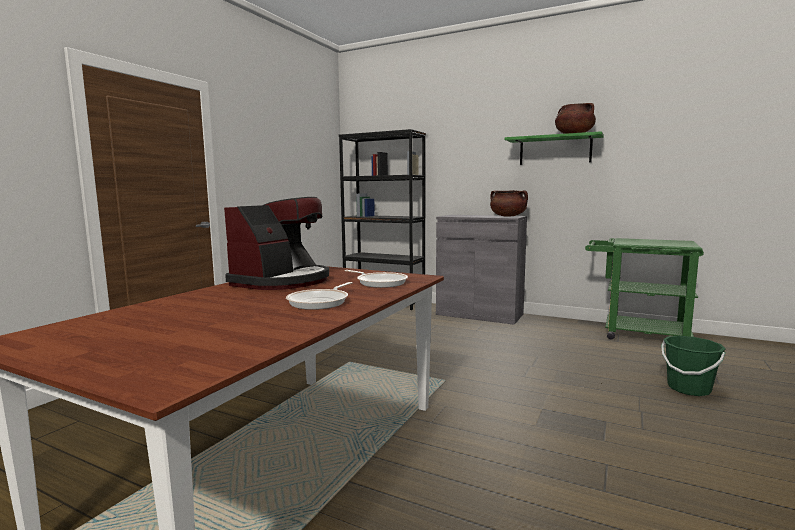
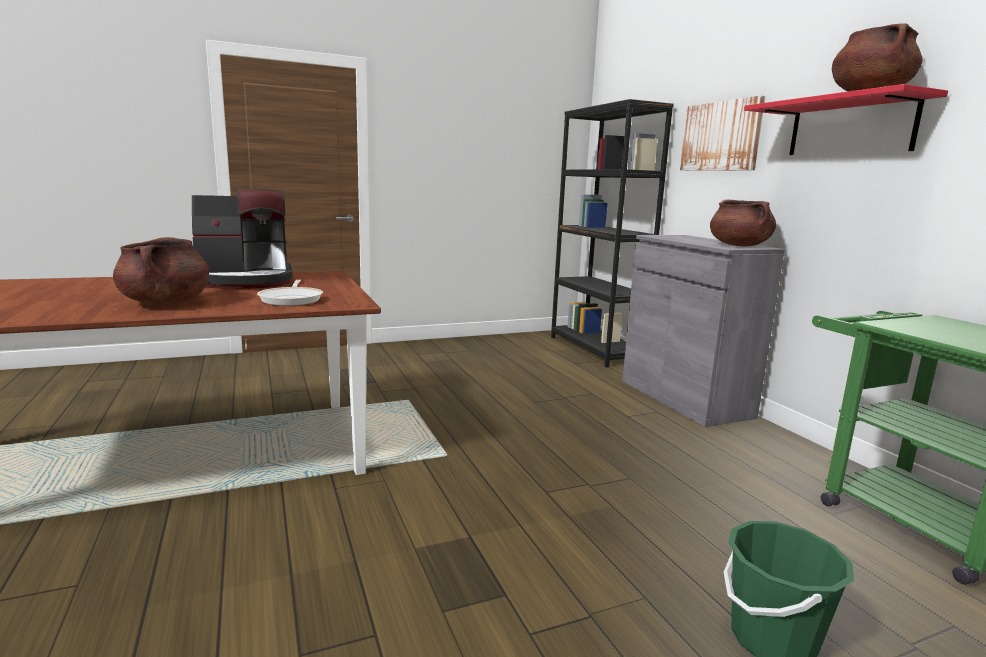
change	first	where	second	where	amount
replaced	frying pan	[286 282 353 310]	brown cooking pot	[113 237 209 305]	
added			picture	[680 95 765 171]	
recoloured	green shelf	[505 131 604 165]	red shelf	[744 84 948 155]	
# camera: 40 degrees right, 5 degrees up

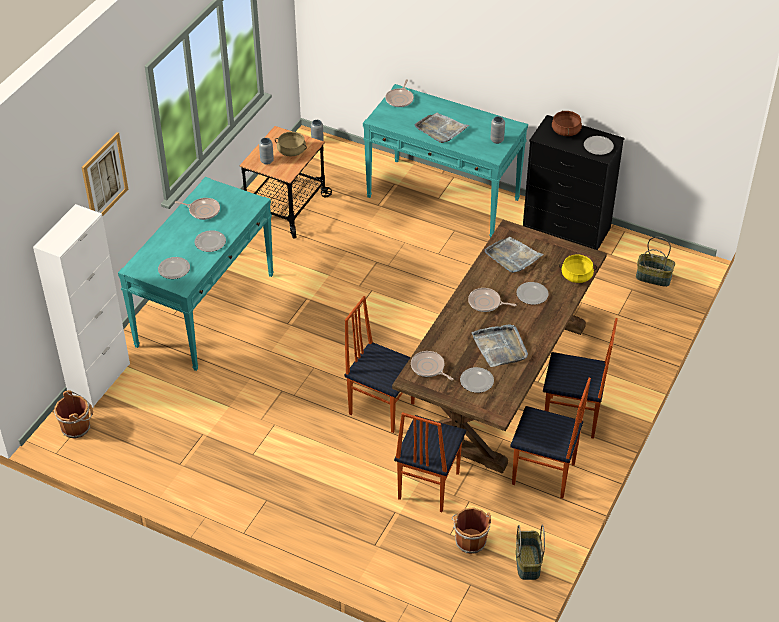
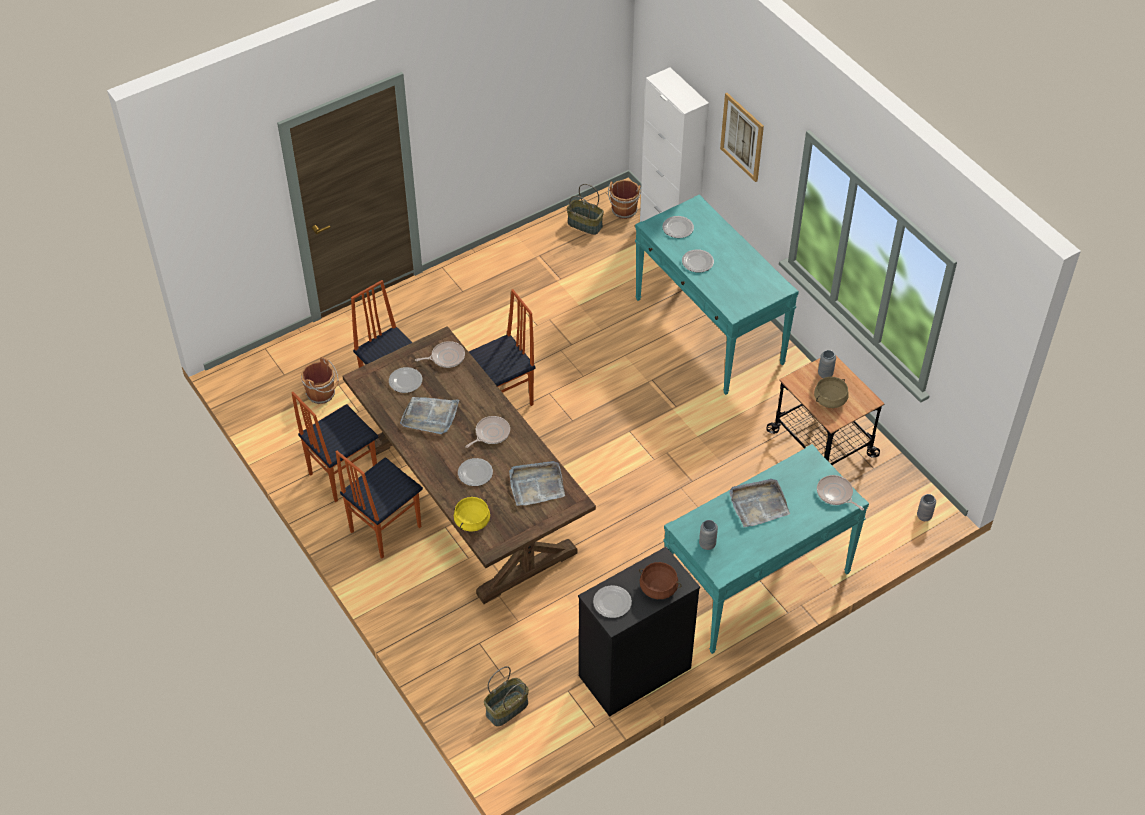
change	first	where	second	where	amount
moved	basket	[516 525 545 580]		[567 184 604 235]	
removed	frying pan	[175 198 220 220]			
# camera: 120 degrees right, 5 degrees up

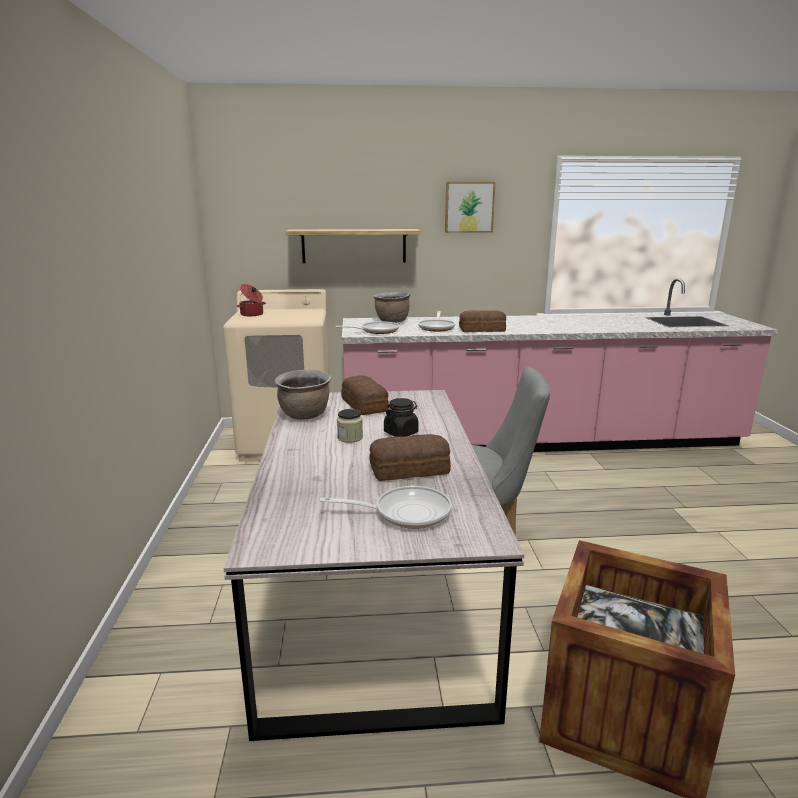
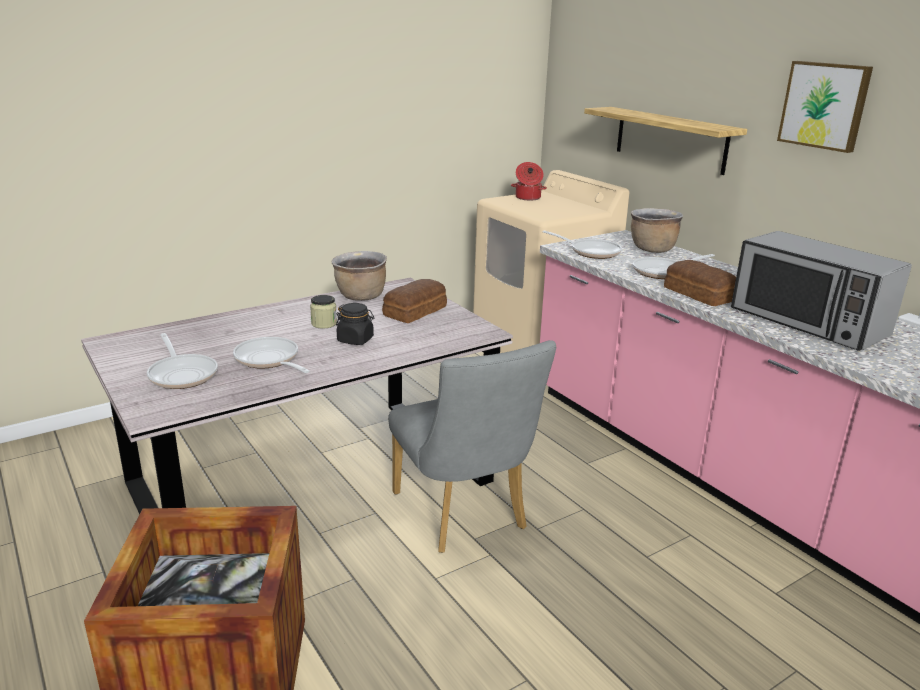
change	first	where	second	where	amount
replaced	bread	[369 434 451 481]	frying pan	[233 337 310 373]	
added			microwave	[731 231 912 351]	
# camera: 60 degrees right, 5 degrees up

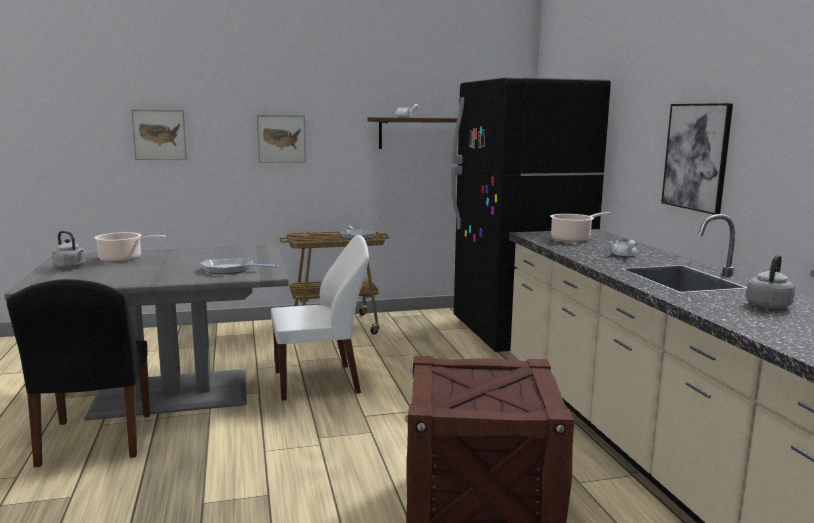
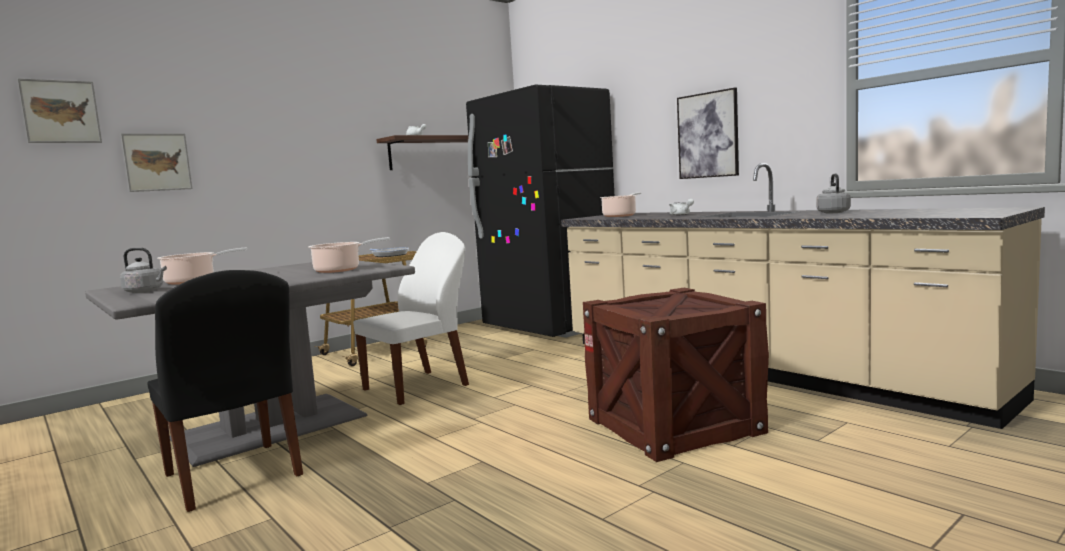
change	first	where	second	where	amount
moved	picture	[257 115 306 163]		[17 78 102 143]	
replaced	frying pan	[200 257 279 274]	cooking pot	[308 237 390 273]	
# camera: 25 degrees left, 5 degrees down

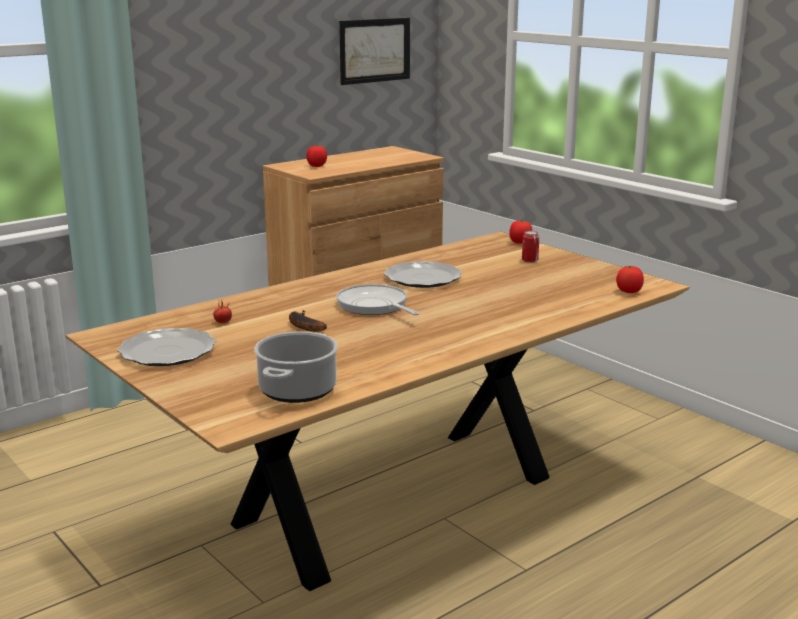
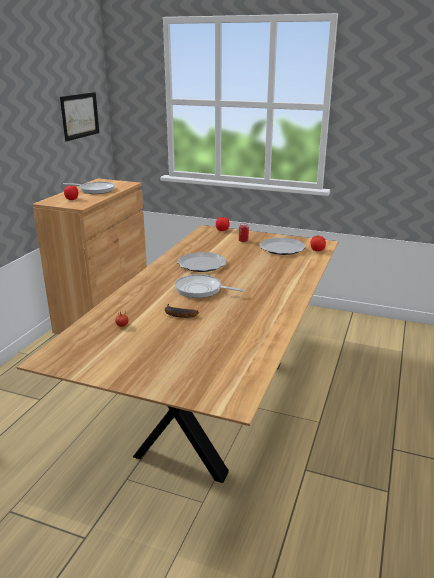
change	first	where	second	where	amount
added			frying pan	[63 182 115 194]	
moved	plate	[117 328 216 366]		[259 238 306 255]	
removed	cooking pot	[254 331 338 403]			
# camera: 30 degrees left, 5 degrees up

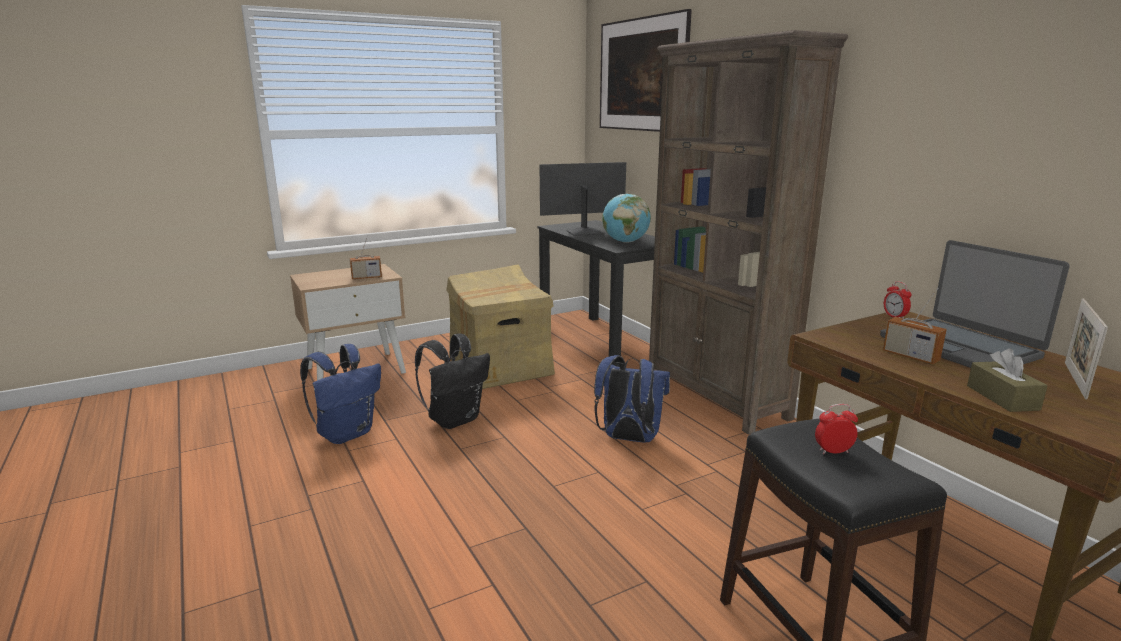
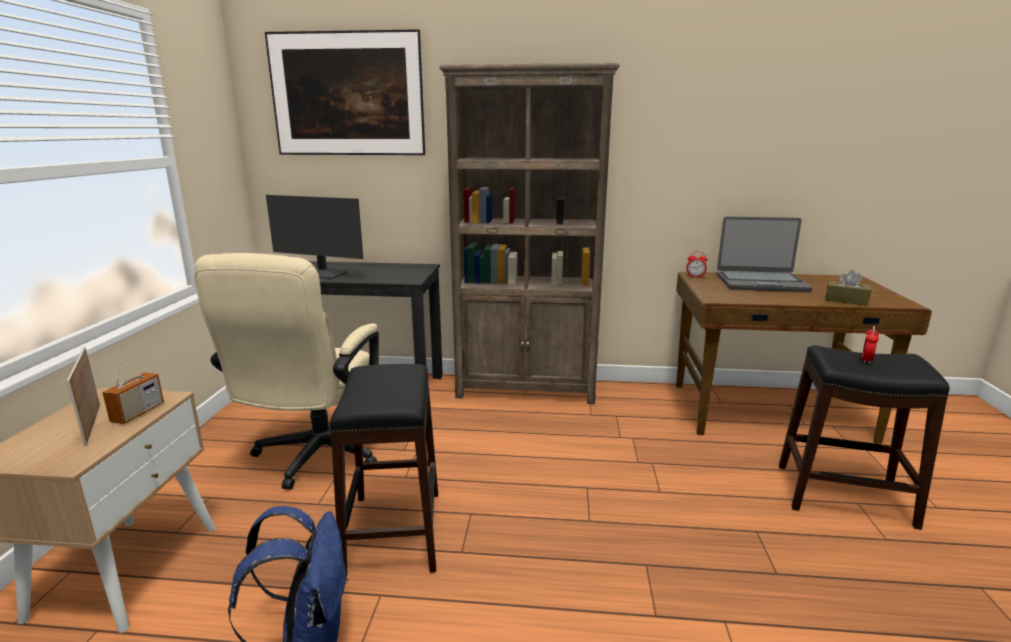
change	first	where	second	where	amount
moved	picture frame	[1065 298 1108 399]		[67 347 100 446]	
replaced	cardboard box	[446 264 555 389]	beige office chair	[194 253 379 490]	
turned	monitor	[540 162 626 236]		[266 195 363 279]	90 degrees counterclockwise
replaced	black backpack	[415 333 490 429]	black stool	[330 364 438 577]	
removed	blue backpack	[594 355 670 443]			
removed	globe	[602 194 651 243]			
removed	radio	[883 288 947 364]			
# camera: 55 degrees left, 0 degrees up

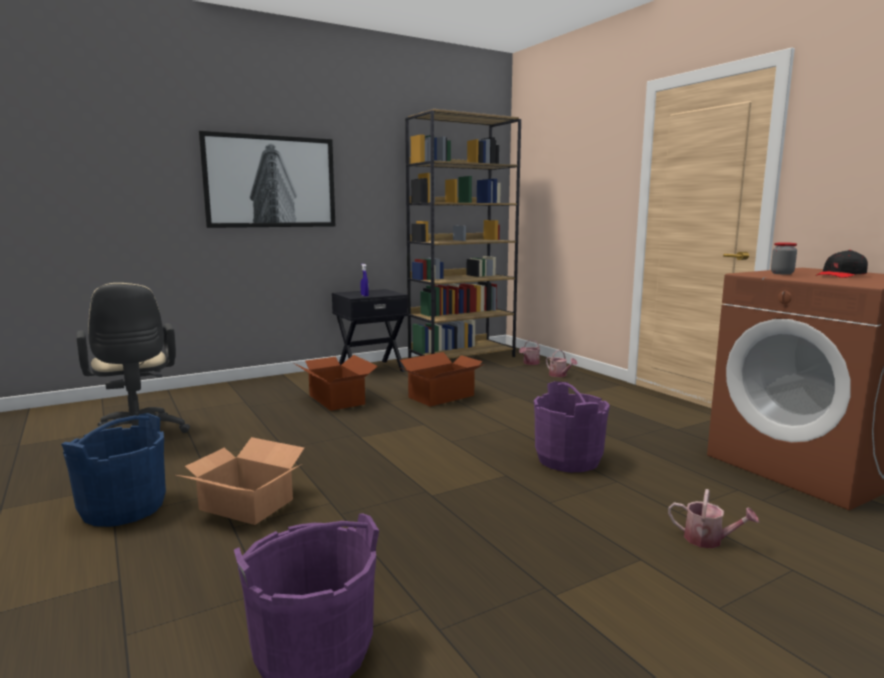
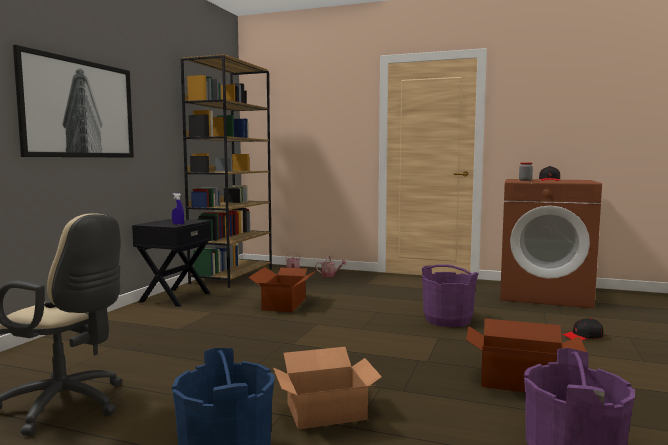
change	first	where	second	where	amount
moved	cardboard box	[294 355 378 411]		[466 319 587 392]	
replaced	watering can	[668 489 759 548]	black cap	[562 318 603 340]	
# camera: 40 degrees left, 5 degrees down

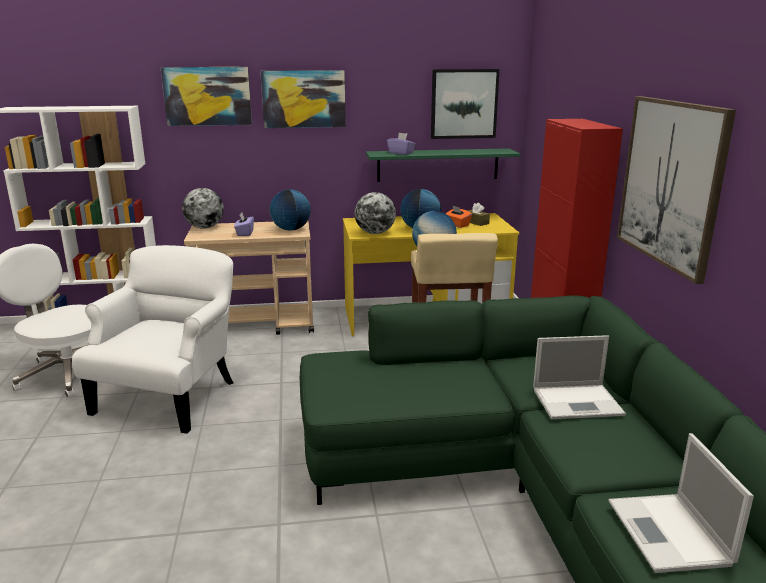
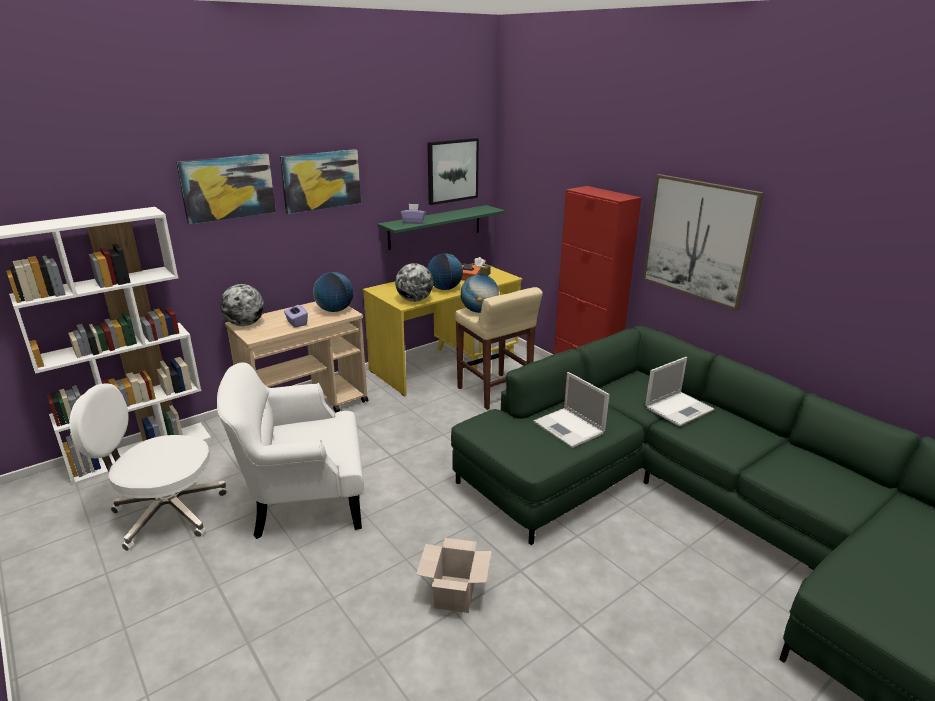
change	first	where	second	where	amount
turned	white armchair	[72 245 233 434]		[217 362 364 539]	90 degrees counterclockwise
added			cardboard box	[416 538 492 613]	
moved	laptop	[609 433 754 573]		[533 372 610 448]	
# camera: 30 degrees left, 5 degrees up

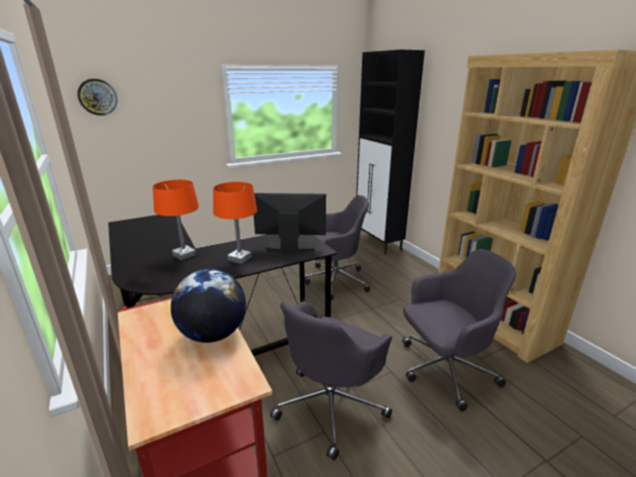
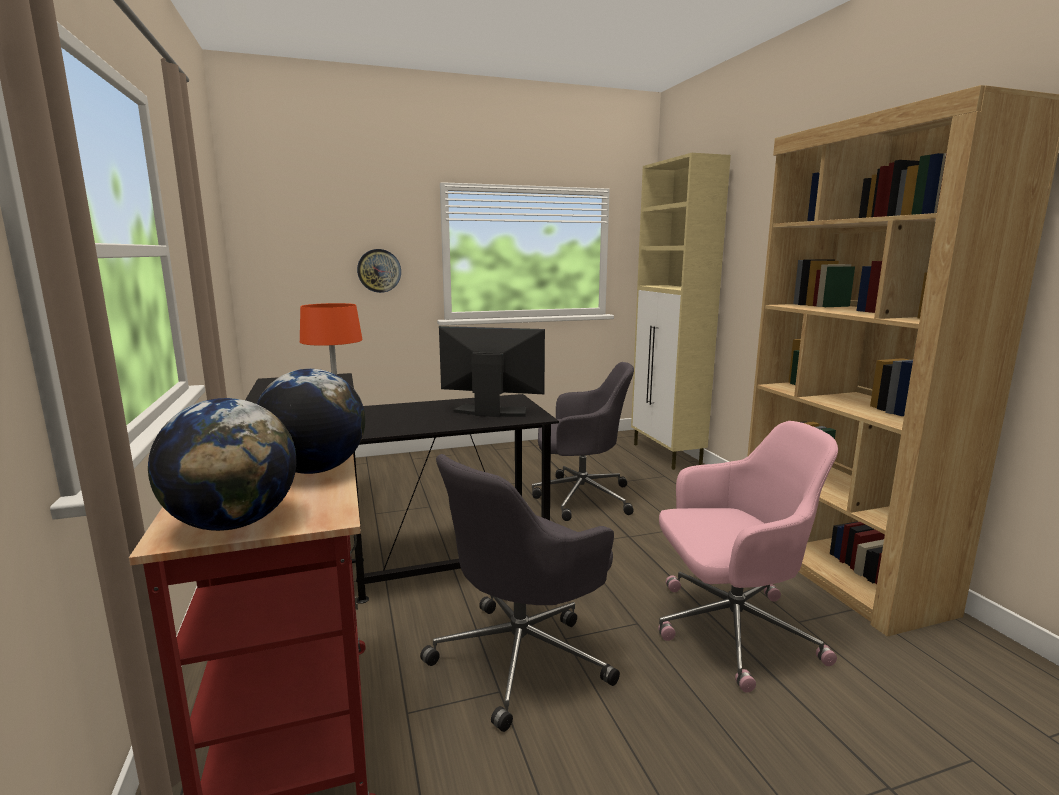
change	first	where	second	where	amount
added			globe	[148 398 297 531]	
moved	wall clock	[77 79 118 116]		[357 249 401 293]	
recoloured	black cabinet	[356 50 425 254]	beige cabinet	[631 153 731 470]	
recoloured	grey office chair	[402 249 516 411]	pink office chair	[658 421 838 693]	
removed	orange table lamp	[213 182 257 264]			
# camera: 10 degrees right, 10 degrees down

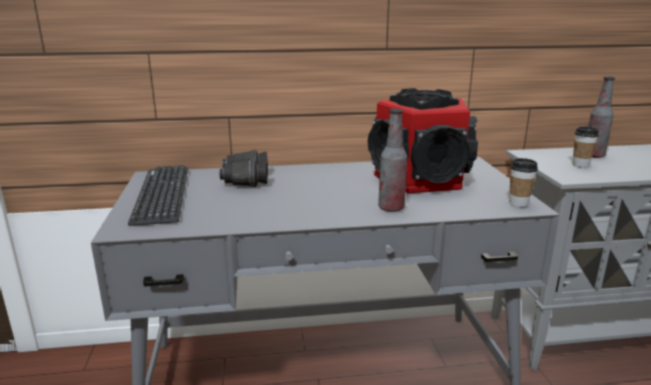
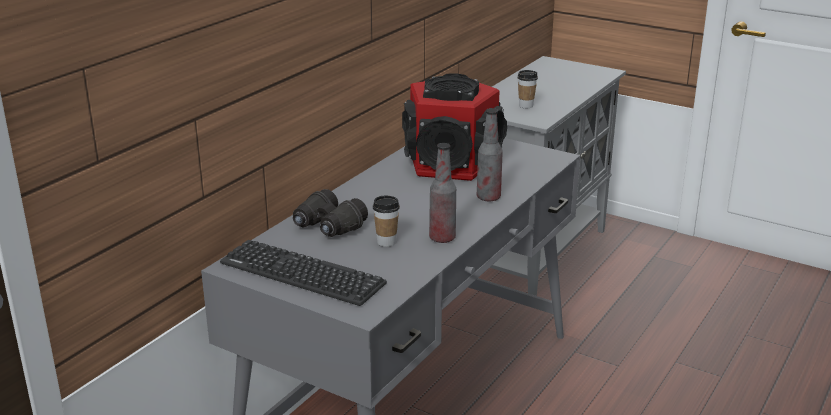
change	first	where	second	where	amount
moved	cup	[509 158 538 207]		[373 196 400 247]	
moved	bottle	[588 76 615 158]		[429 143 456 243]	
# camera: 50 degrees left, 5 degrees up

